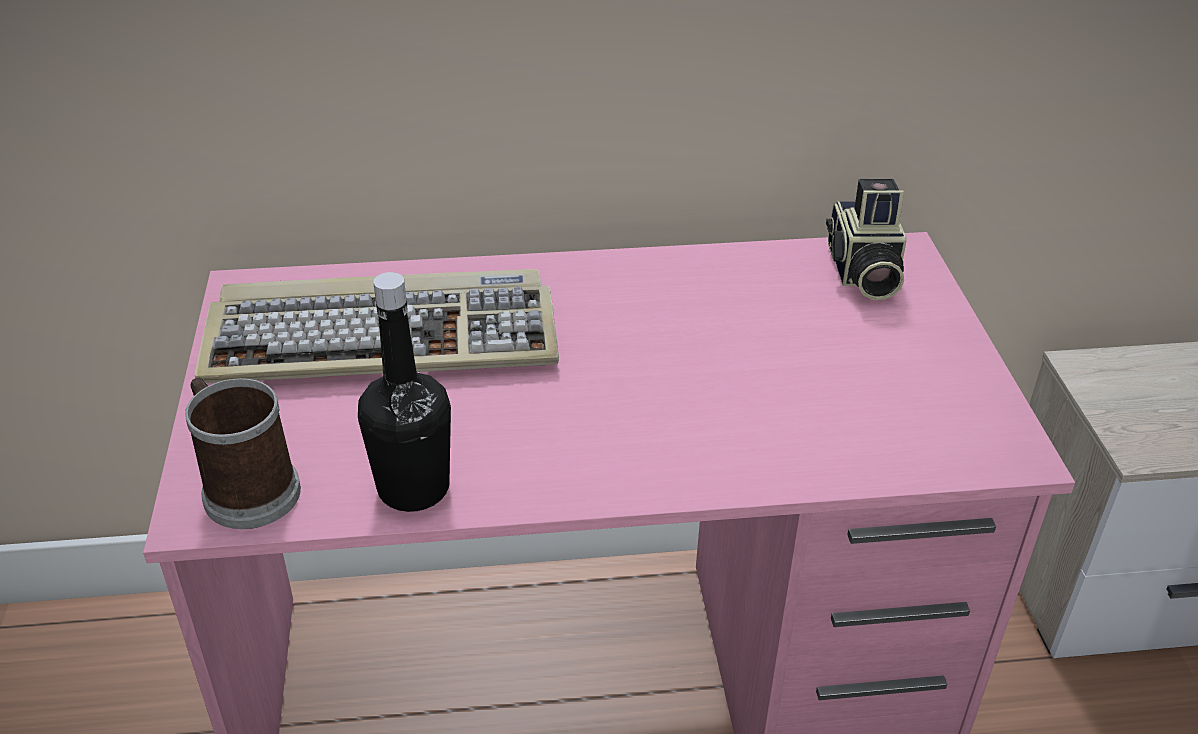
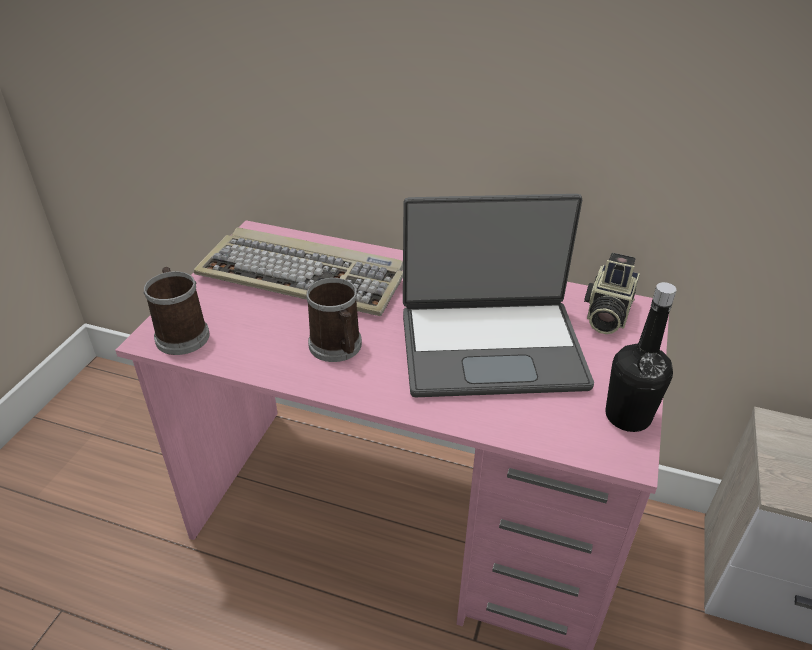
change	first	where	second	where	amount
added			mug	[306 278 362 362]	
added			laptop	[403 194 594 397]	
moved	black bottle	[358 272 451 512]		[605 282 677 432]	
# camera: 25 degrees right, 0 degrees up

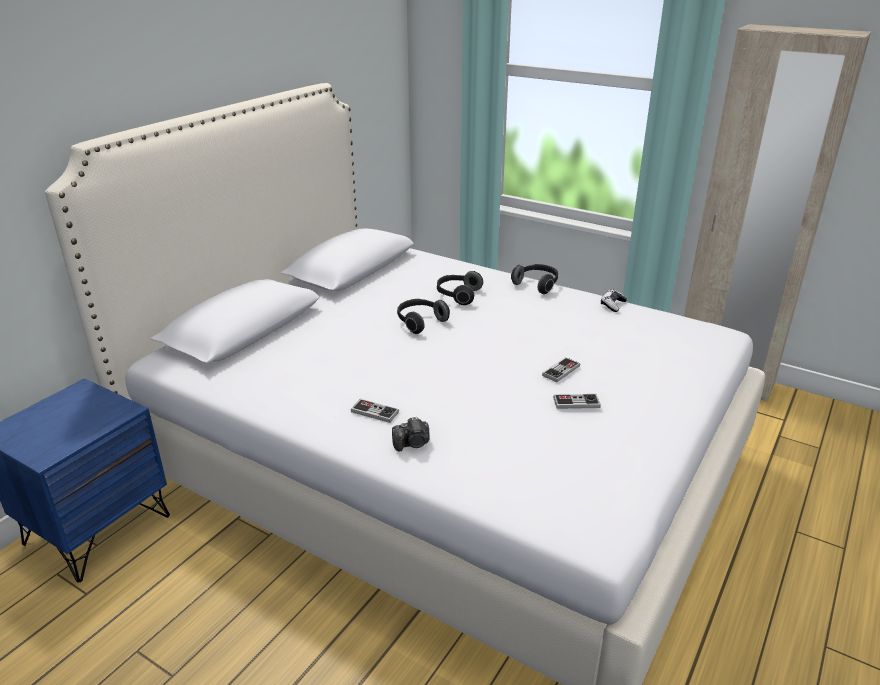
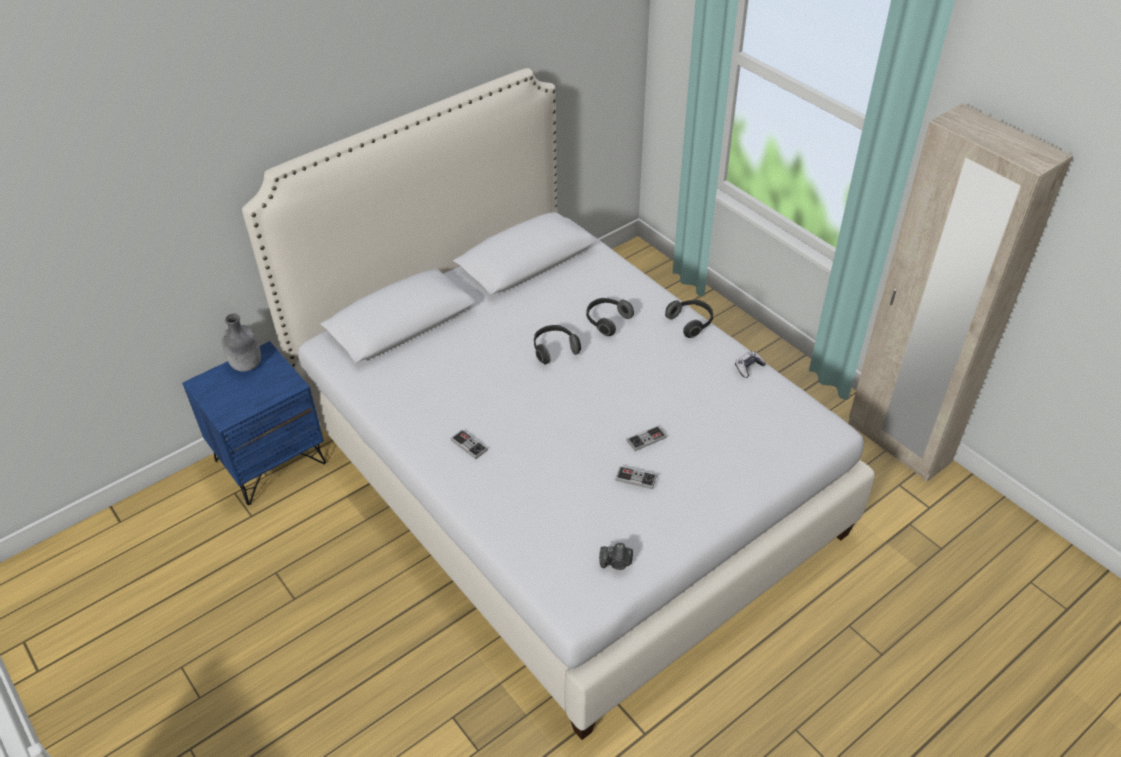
change	first	where	second	where	amount
added			grey bottle	[221 313 261 372]	
moved	photo camera	[392 417 429 452]		[599 543 633 570]	
# camera: 20 degrees right, 15 degrees up

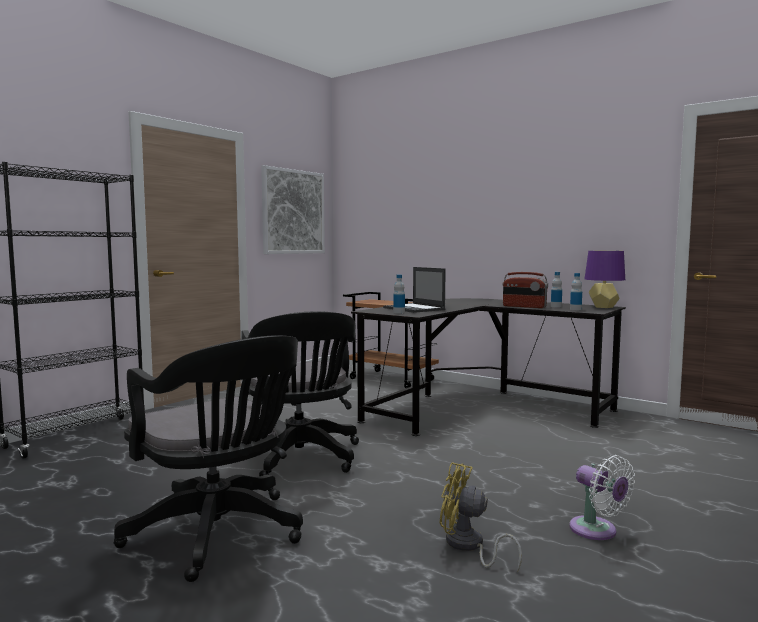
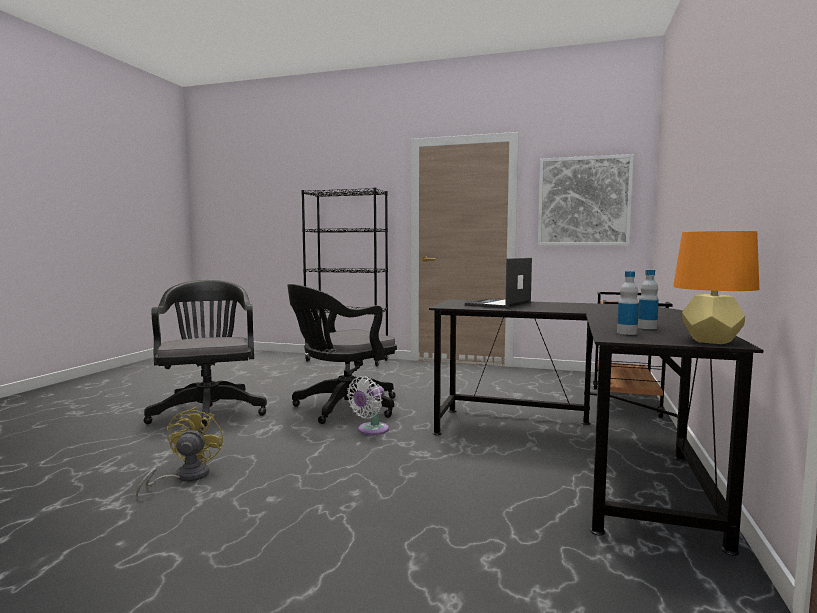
change	first	where	second	where	amount
turned	black office chair	[114 335 303 582]		[143 280 267 430]	135 degrees clockwise
moved	white fan	[569 455 635 540]		[347 376 389 435]	
recoloured	purple table lamp	[585 251 625 308]	orange table lamp	[673 231 759 344]	
removed	bottle	[393 274 405 314]			
removed	radio	[503 272 548 308]			
# camera: 70 degrees right, 0 degrees up

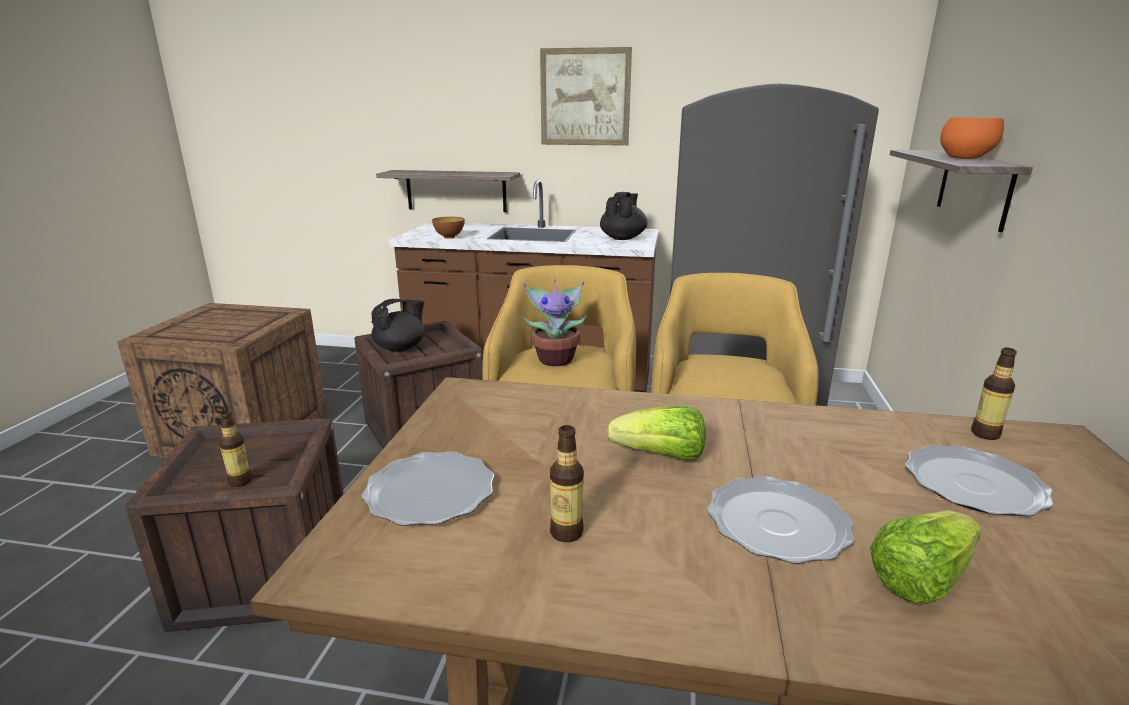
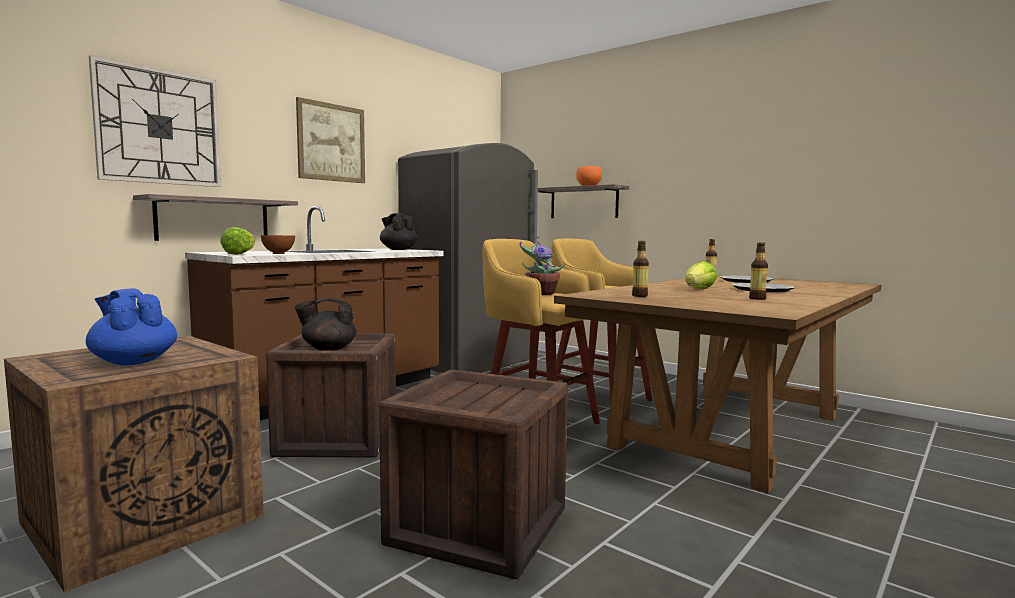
change	first	where	second	where	amount
added			blue teapot	[86 288 177 365]	
added			wall clock	[89 55 221 187]	
moved	lettuce	[870 510 982 605]		[220 227 255 255]	
turned	black teapot	[371 299 425 352]		[294 298 356 351]	90 degrees counterclockwise
moved	bottle	[219 411 252 487]		[632 241 649 297]	
removed	plate	[362 451 494 526]			
# camera: 60 degrees left, 15 degrees down

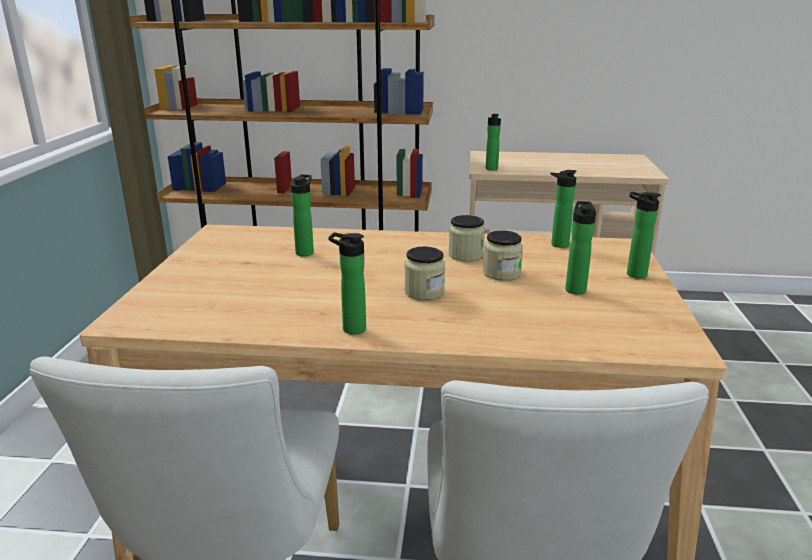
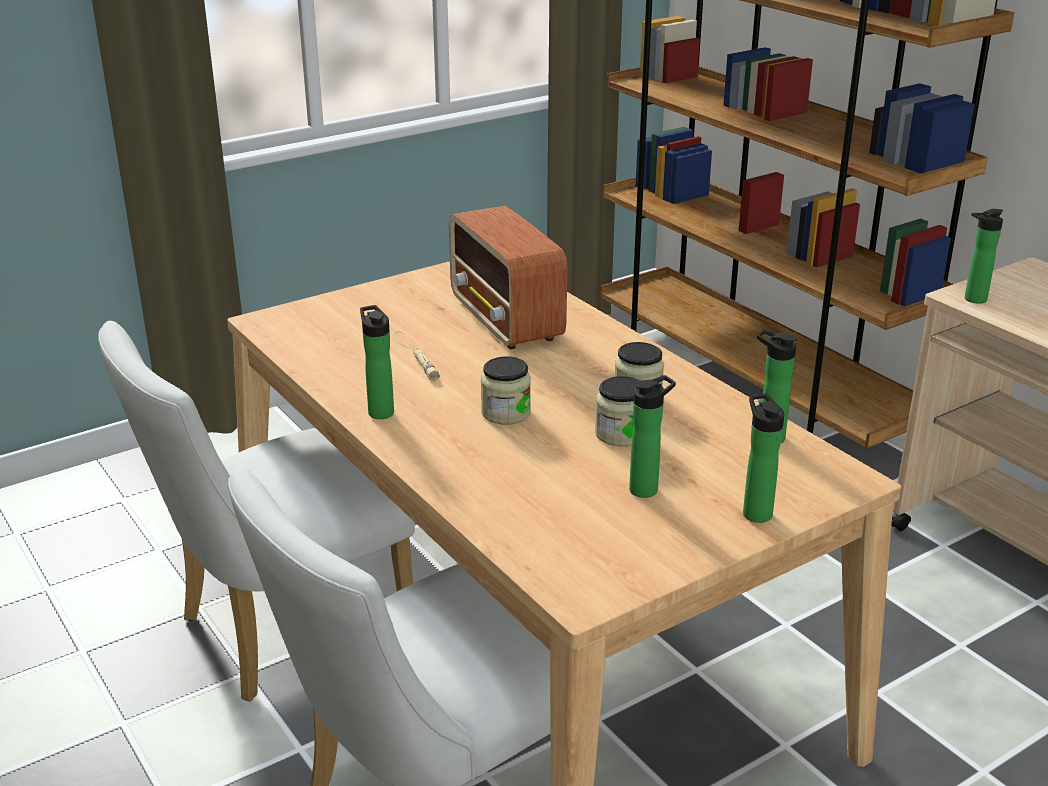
change	first	where	second	where	amount
added			beige flashlight	[395 332 439 381]	
replaced	bottle	[290 174 314 256]	radio	[449 206 567 349]	
# camera: 50 degrees right, 5 degrees up

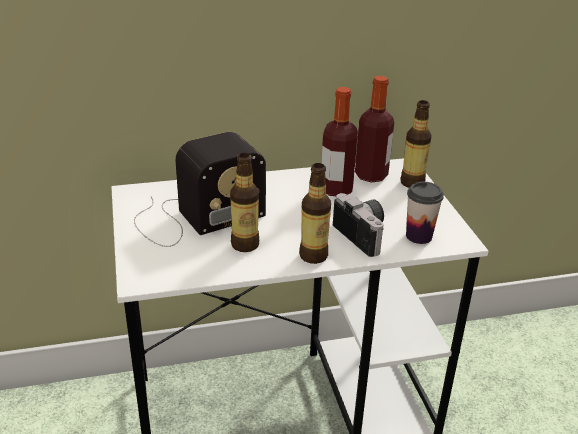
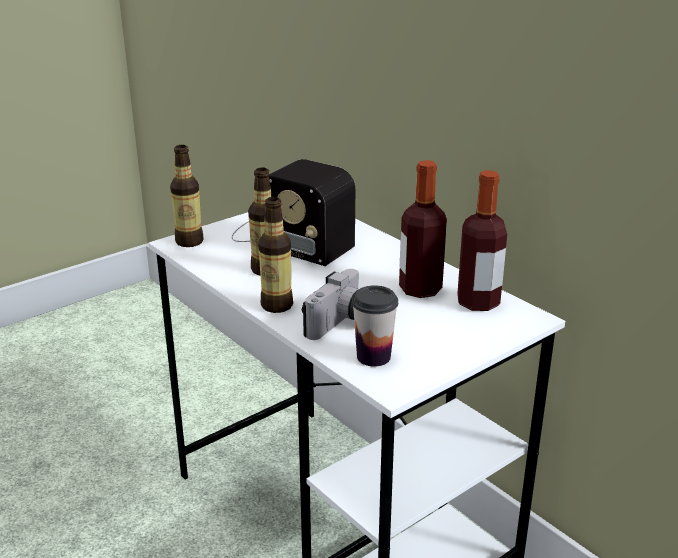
change	first	where	second	where	amount
moved	bottle	[400 100 432 188]		[170 145 204 247]	
# camera: 65 degrees right, 5 degrees down

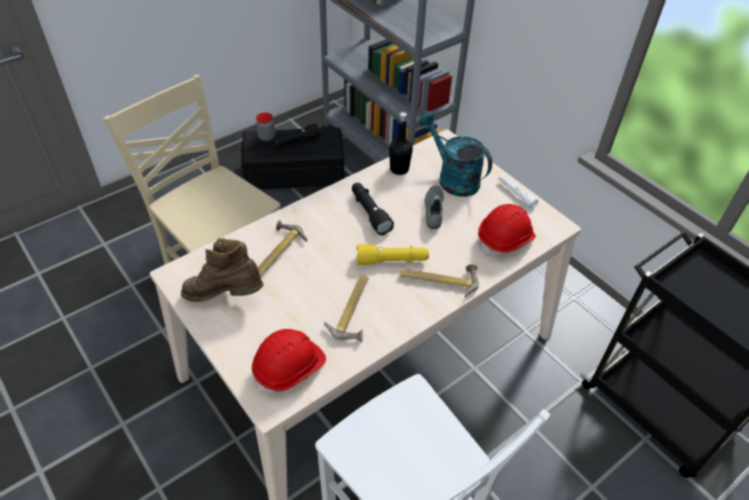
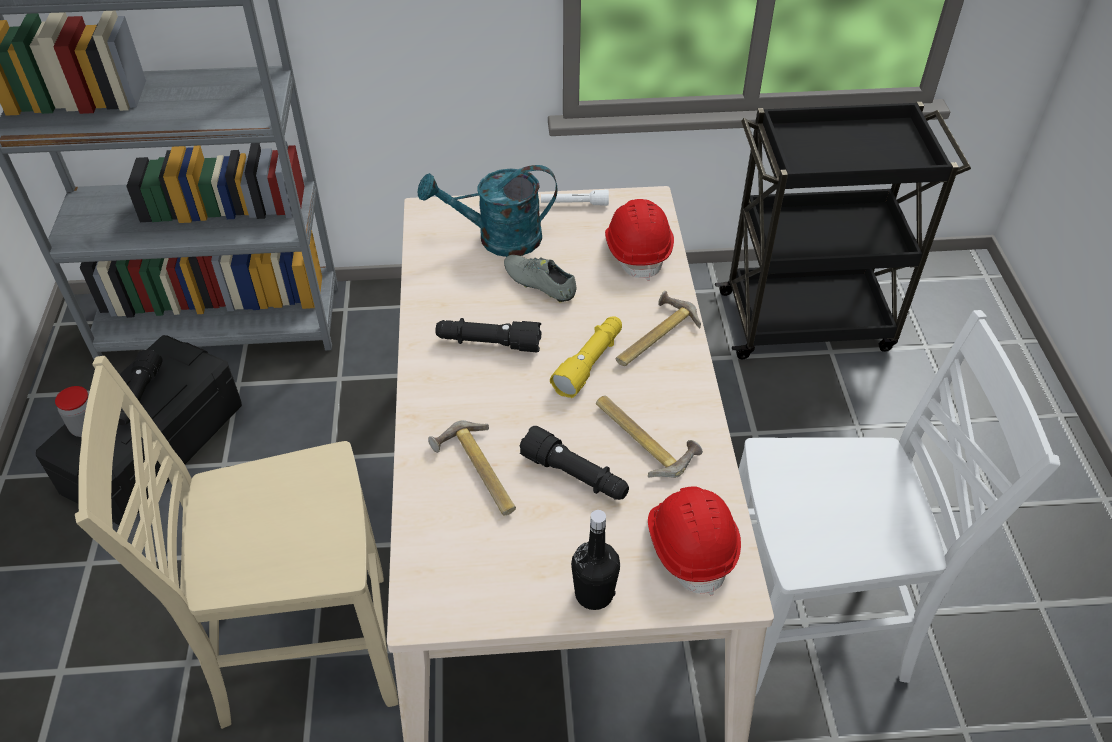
change	first	where	second	where	amount
added			black flashlight	[520 426 629 500]	
moved	black bottle	[389 112 413 175]		[571 510 620 610]	
removed	brown boot	[181 238 263 302]			
# camera: 55 degrees left, 0 degrees up

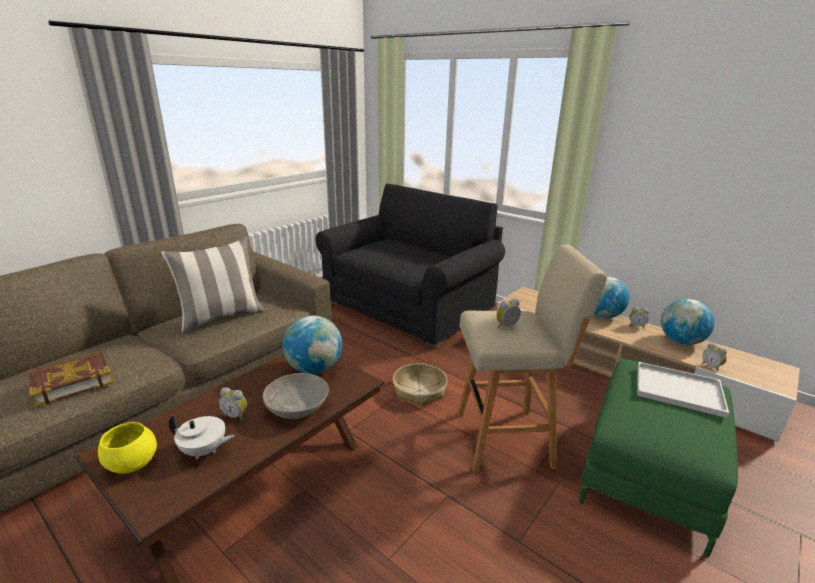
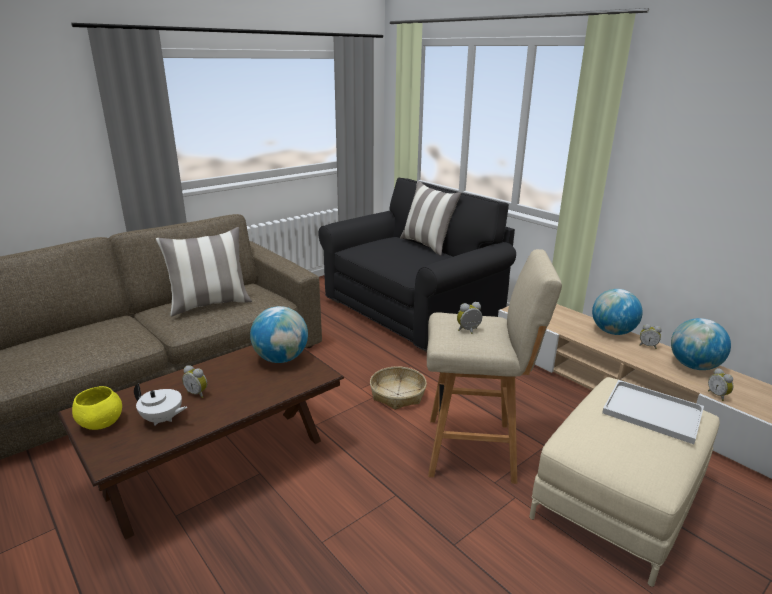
change	first	where	second	where	amount
added			pillow	[400 181 461 256]	
recoloured	green ottoman	[578 359 738 557]	beige ottoman	[529 377 720 587]	
removed	book	[29 352 114 407]			
removed	grey bowl	[263 373 329 419]			
# camera: 10 degrees right, 0 degrees up

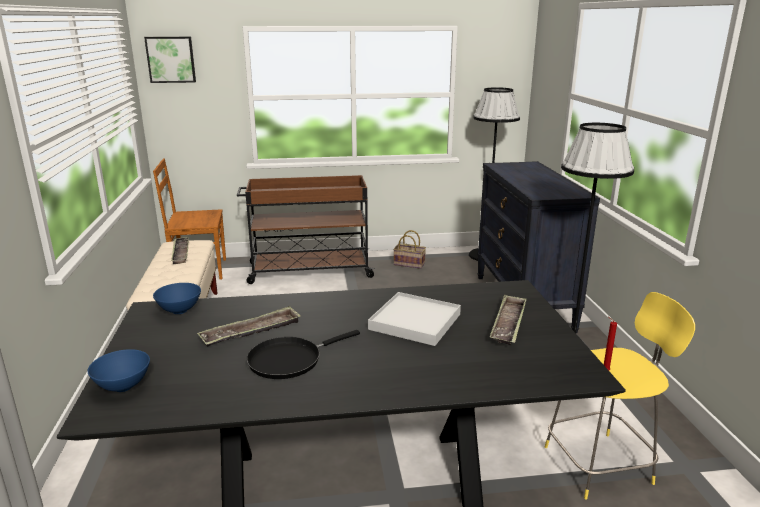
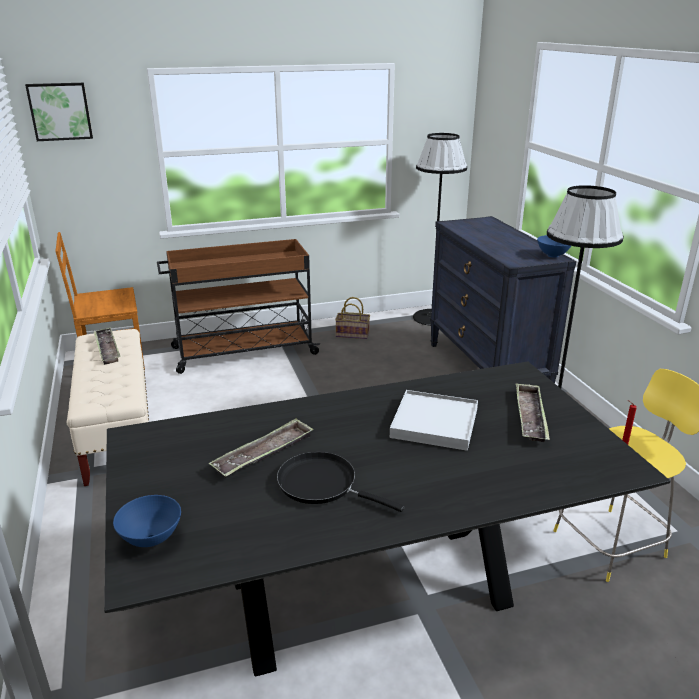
change	first	where	second	where	amount
turned	black frying pan	[247 330 360 379]		[277 452 404 512]	75 degrees clockwise
moved	blue bowl	[153 283 201 314]		[537 235 571 258]	
# camera: 10 degrees left, 5 degrees up

